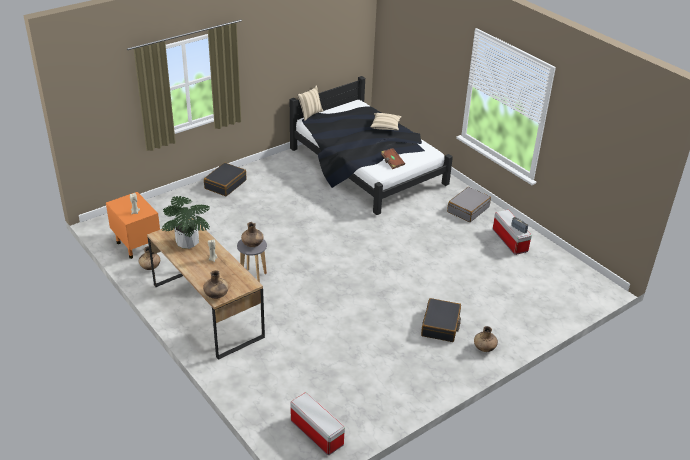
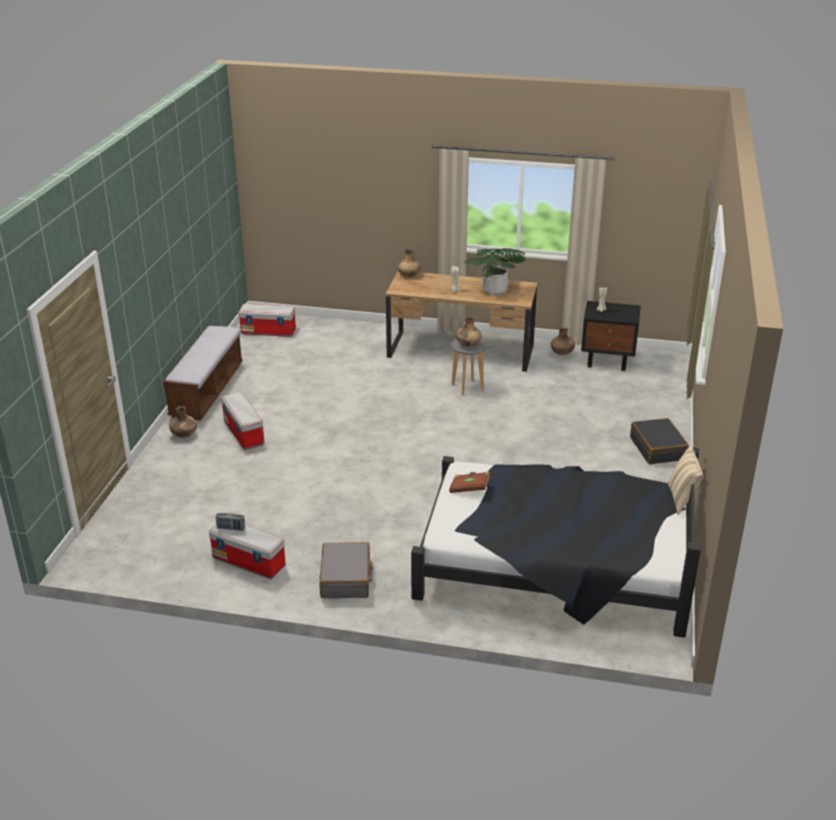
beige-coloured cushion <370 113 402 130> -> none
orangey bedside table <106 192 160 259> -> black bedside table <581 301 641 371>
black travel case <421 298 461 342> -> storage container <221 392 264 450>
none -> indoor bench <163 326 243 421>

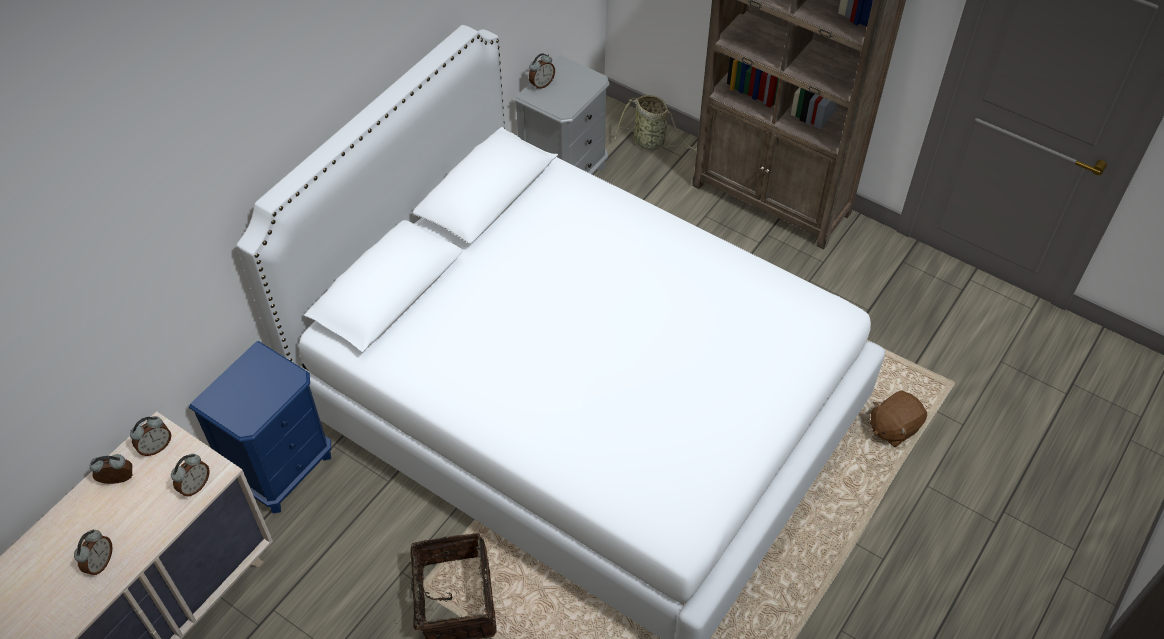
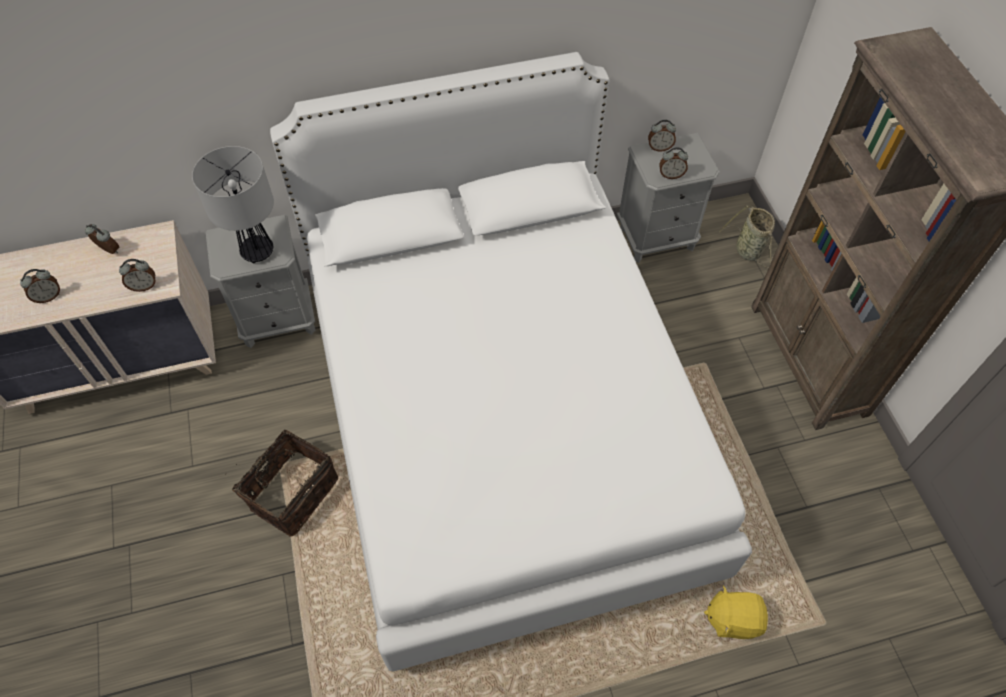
bluish bedside table <189 341 331 513> -> grey bedside table <205 215 315 348>
brownish cuddly toy <870 390 927 447> -> yellowish cuddly toy <704 586 768 639>
alarm clock <130 416 171 456> -> alarm clock <659 147 688 179>, moved
none -> tabletop lamp <192 146 274 264>

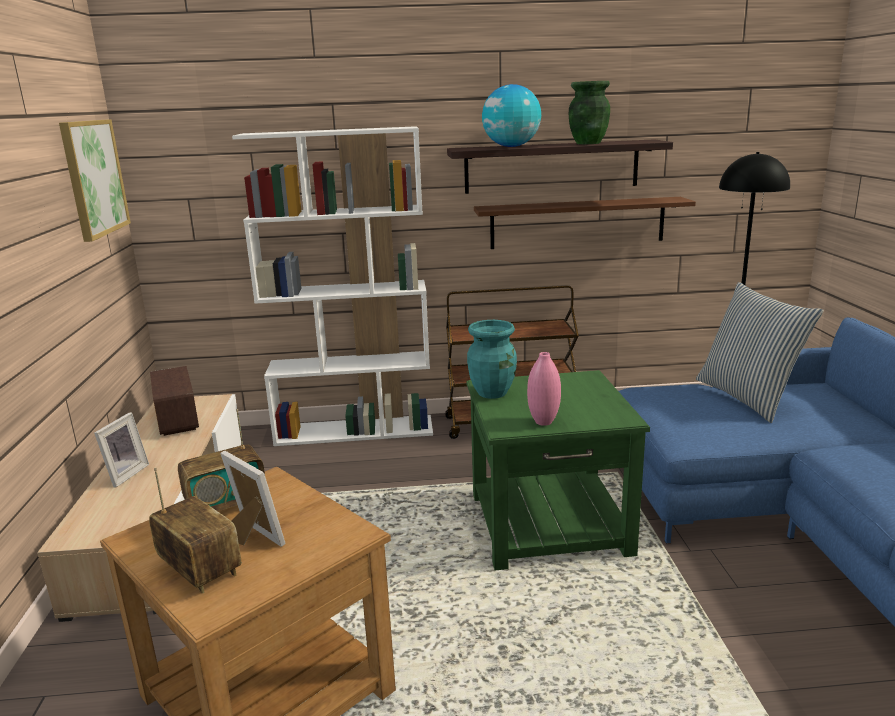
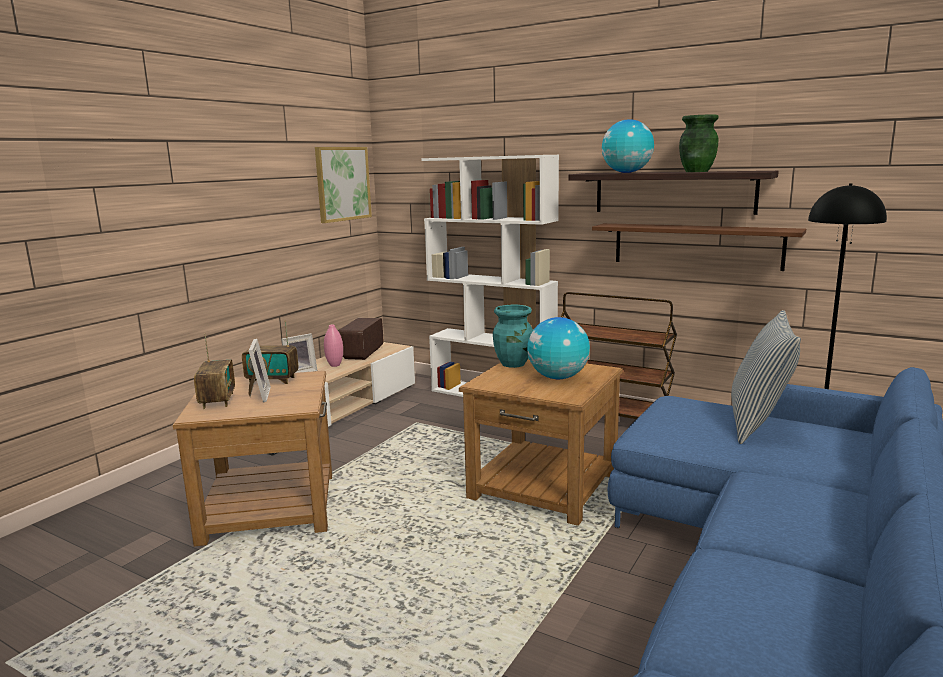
pinkish decorative vase <527 352 561 426> -> pinkish decorative vase <324 324 343 367>, moved
green accent table <467 370 650 570> -> brownish accent table <459 359 623 526>
none -> desk globe <527 317 590 379>

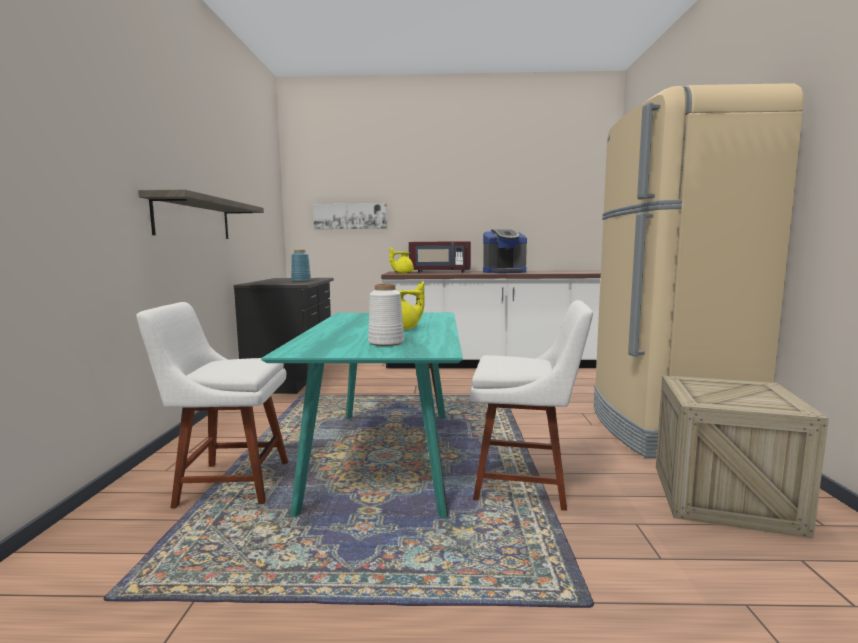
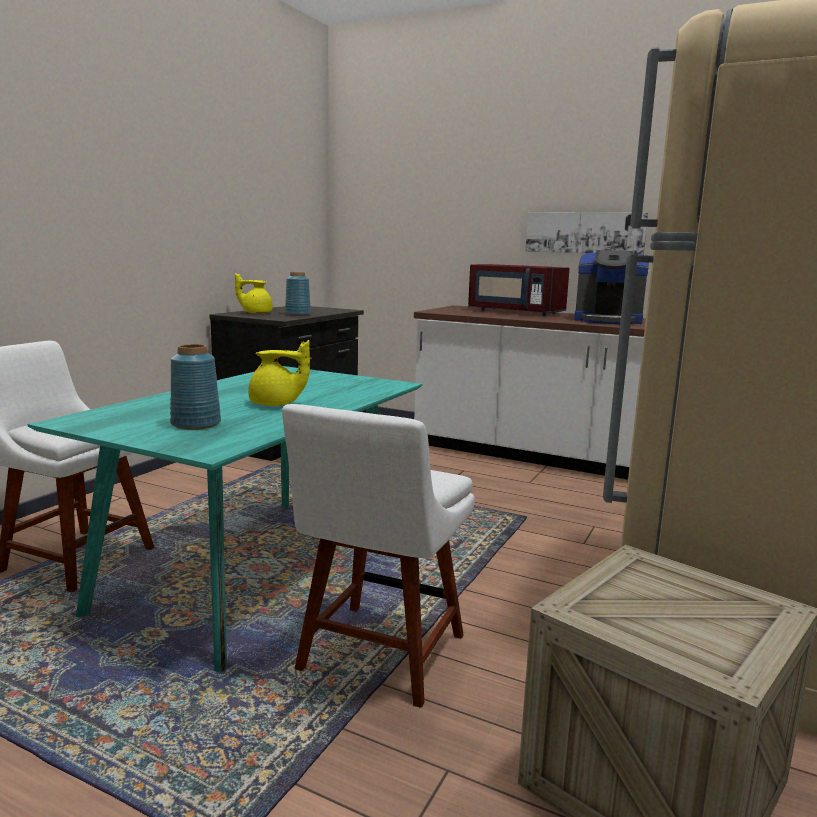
shelf <138 189 264 239> -> none
wall art <313 203 387 229> -> wall art <525 212 648 255>, moved
yellowish pot for tea <389 247 414 274> -> yellowish pot for tea <235 273 273 314>, moved
white-coloured decorative vase <368 284 404 346> -> bluish decorative vase <170 344 221 430>
white-coloured upright chair <470 300 593 511> -> white-coloured upright chair <282 404 475 708>, 75 degrees clockwise

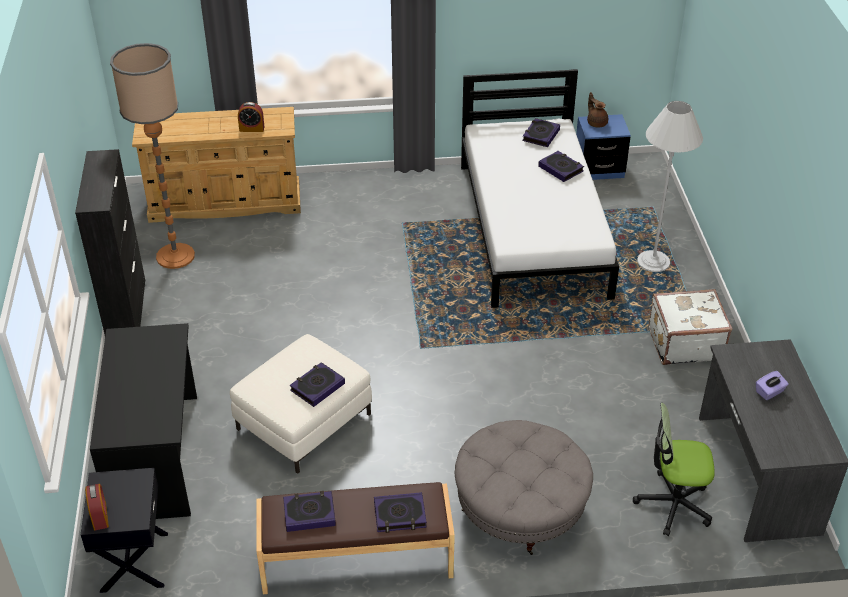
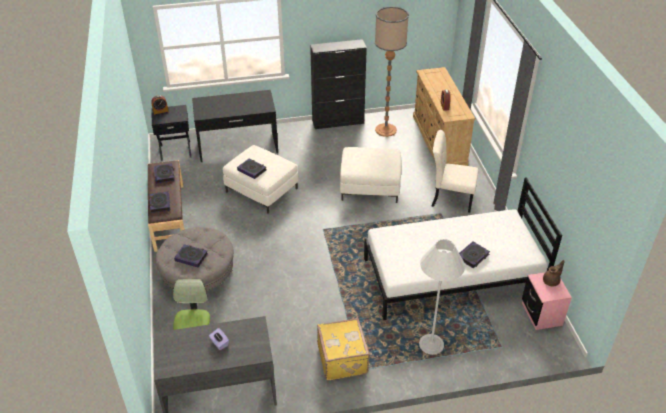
bluish bedside table <576 114 631 180> -> pinkish bedside table <522 272 572 330>
bound book <522 118 560 147> -> bound book <174 244 208 268>, moved
white-coloured travel case <649 289 732 365> -> yellowish travel case <317 318 370 381>
none -> beige-coloured upright chair <431 130 478 213>
none -> white-coloured footrest <340 147 401 203>

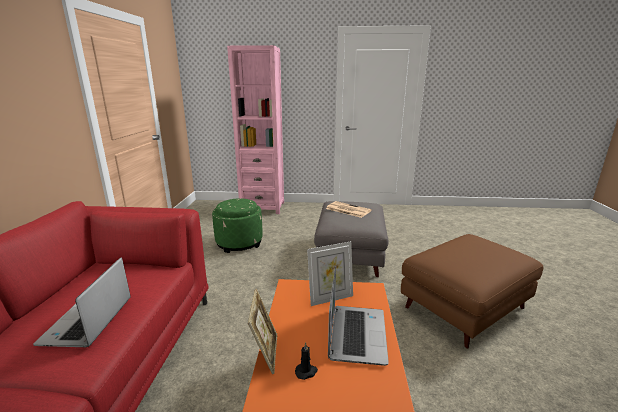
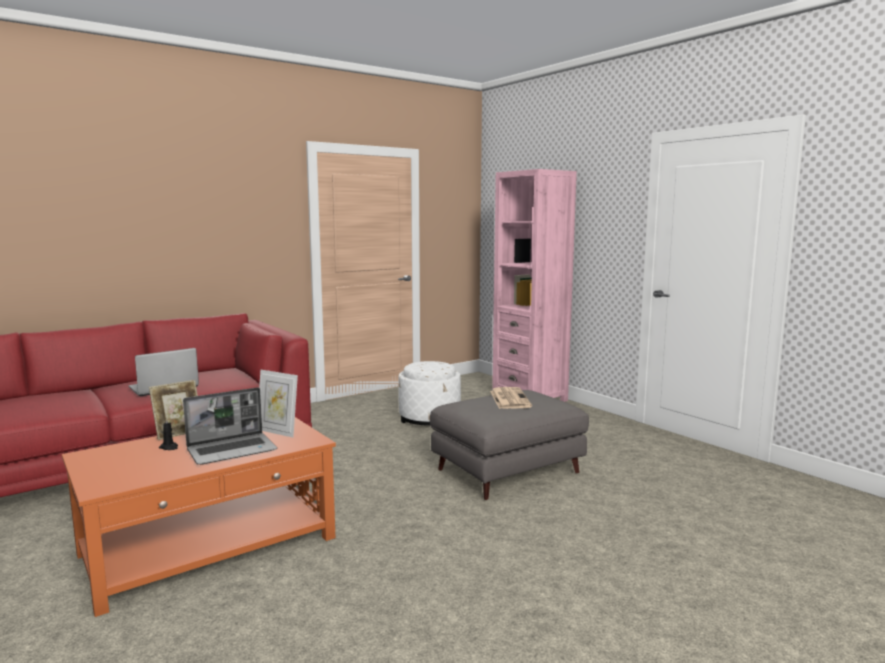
green footrest <212 198 263 253> -> white-coloured footrest <398 361 461 426>
brownish footrest <401 234 543 349> -> none

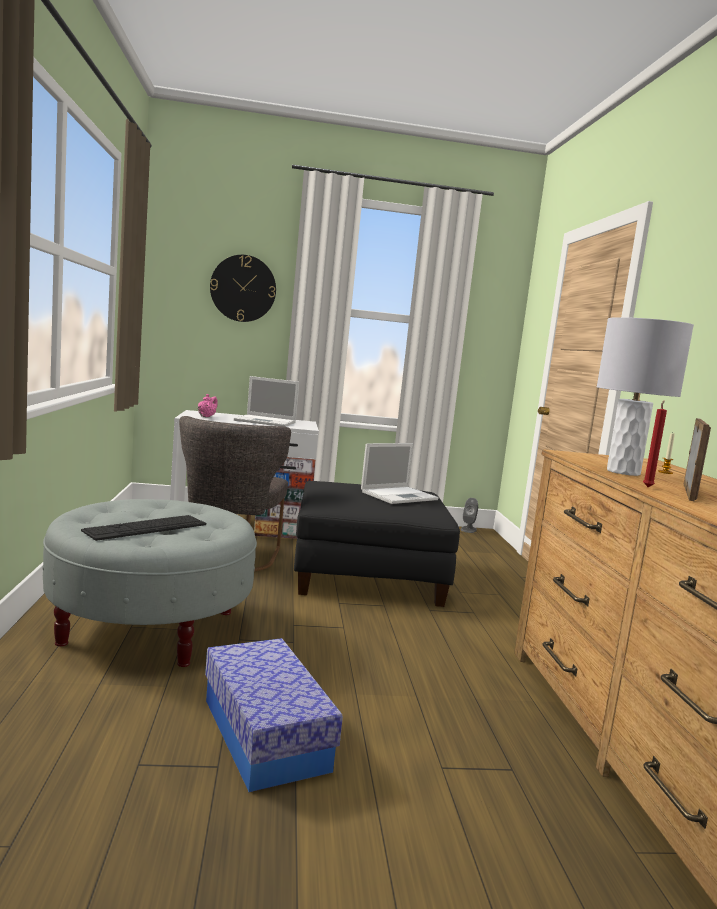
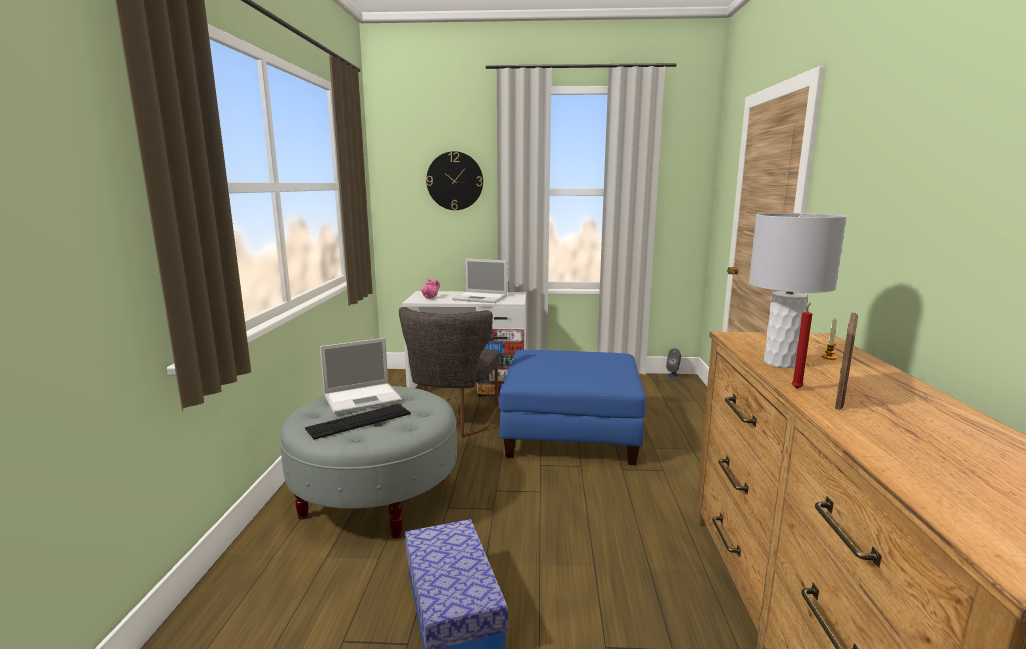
laptop <361 443 439 504> -> laptop <320 338 402 414>, moved
black footrest <294 481 460 607> -> bluish footrest <499 350 646 465>

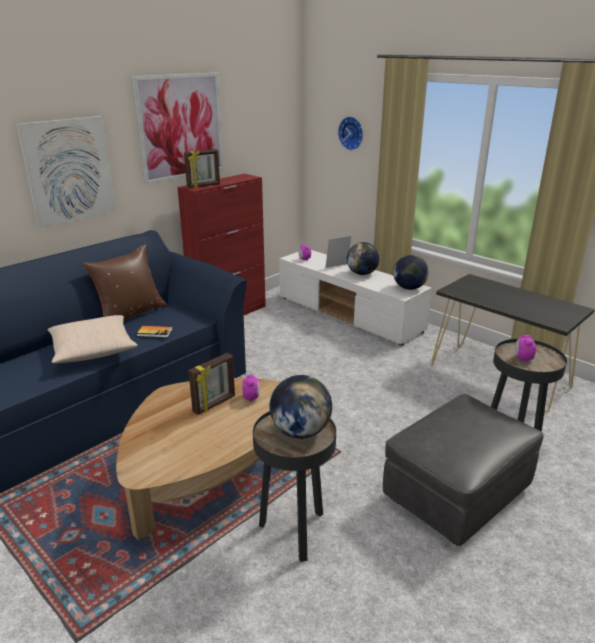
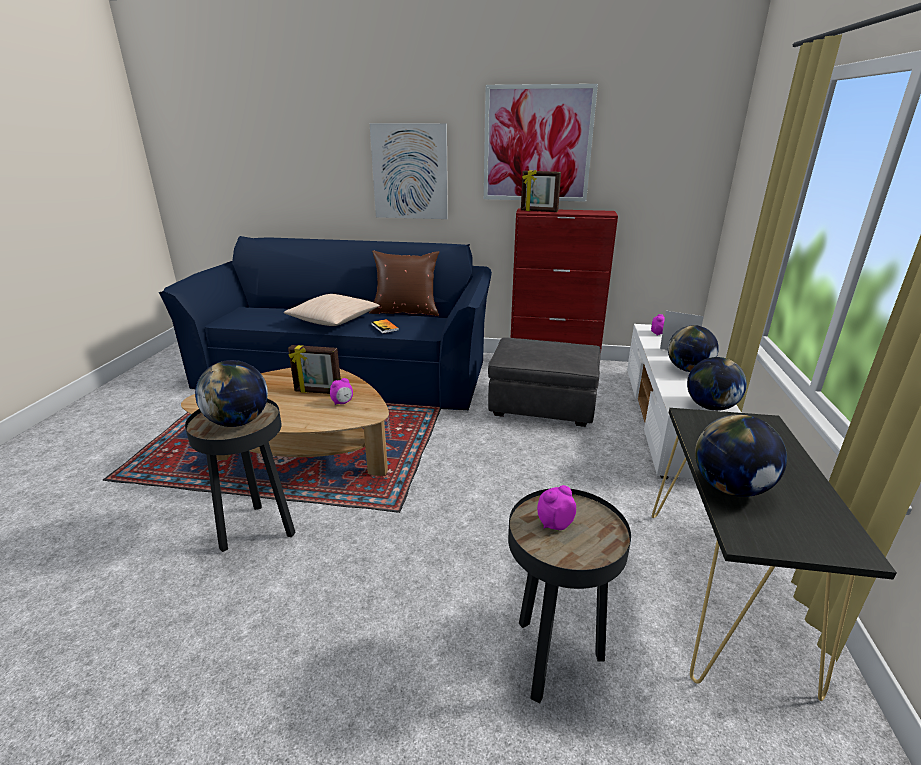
hanging clock <338 116 363 150> -> none
grey footrest <383 394 544 546> -> grey footrest <488 337 601 427>, moved
none -> desk globe <695 414 787 497>

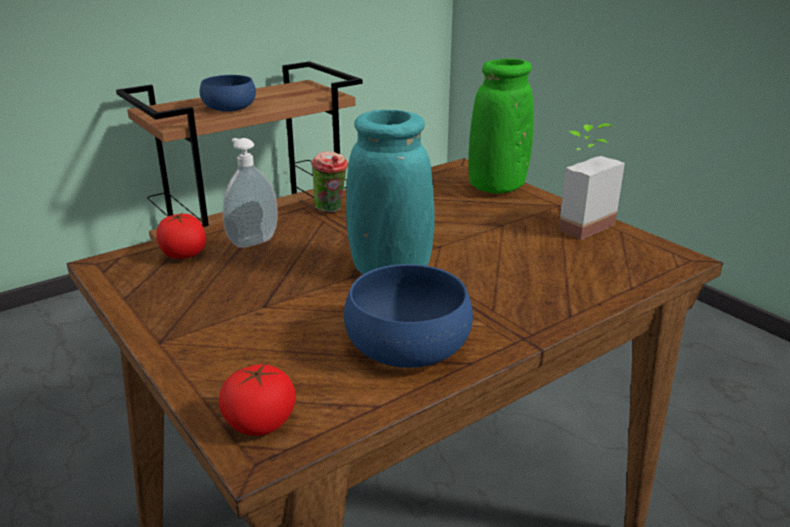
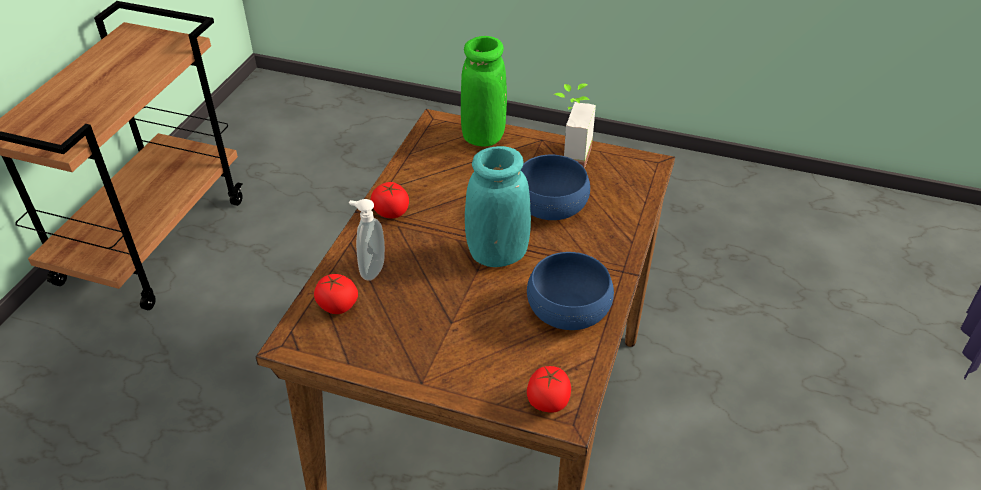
bluish bowl <200 75 256 112> -> bluish bowl <521 155 590 220>, moved
cup <311 151 348 212> -> whole tomato <371 182 409 218>

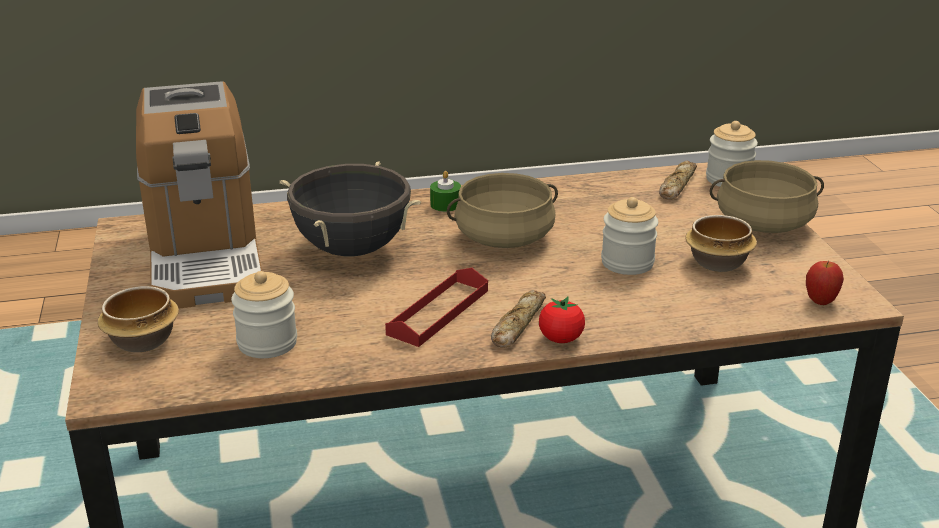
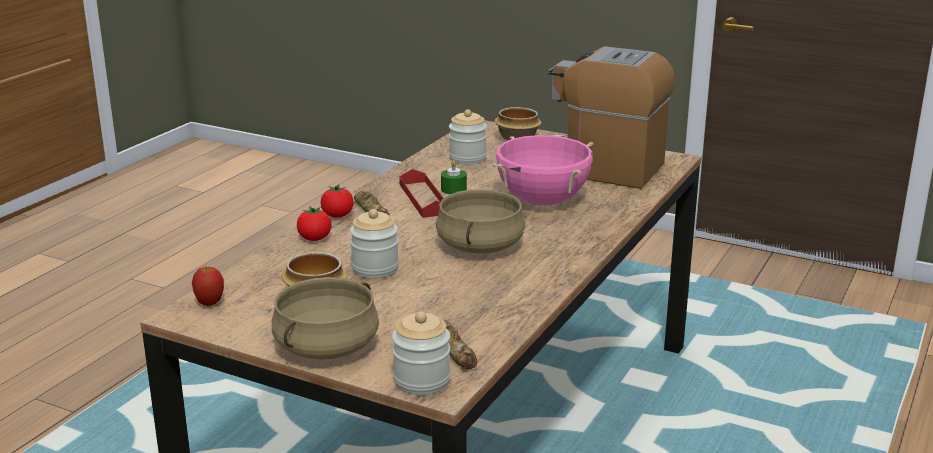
black cooking pot <280 161 421 257> -> pinkish cooking pot <493 135 593 205>
green wax candle <430 171 461 212> -> green wax candle <441 160 467 194>, moved
none -> whole tomato <297 207 331 241>

